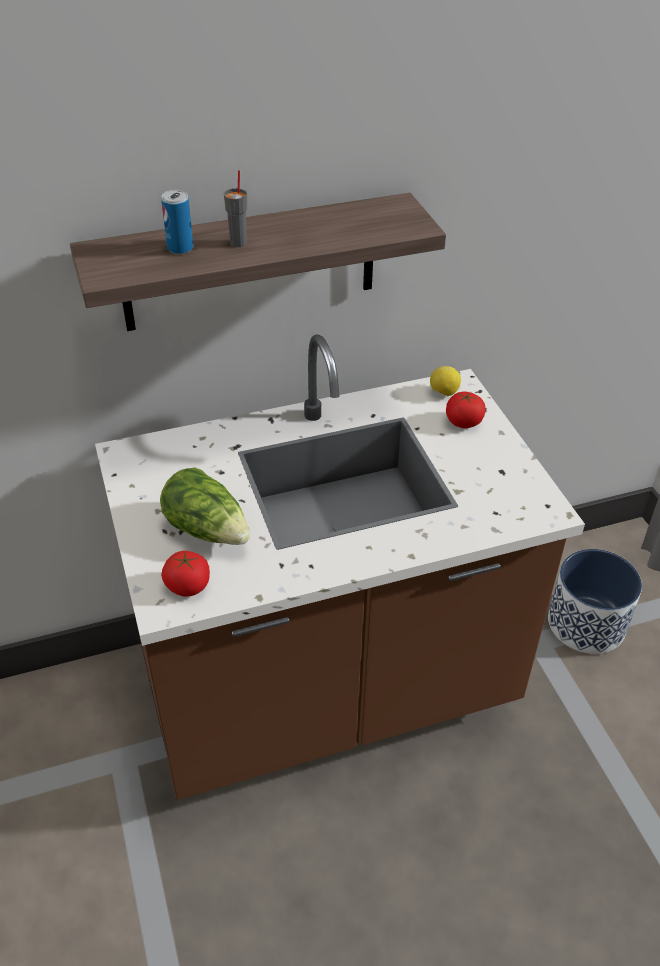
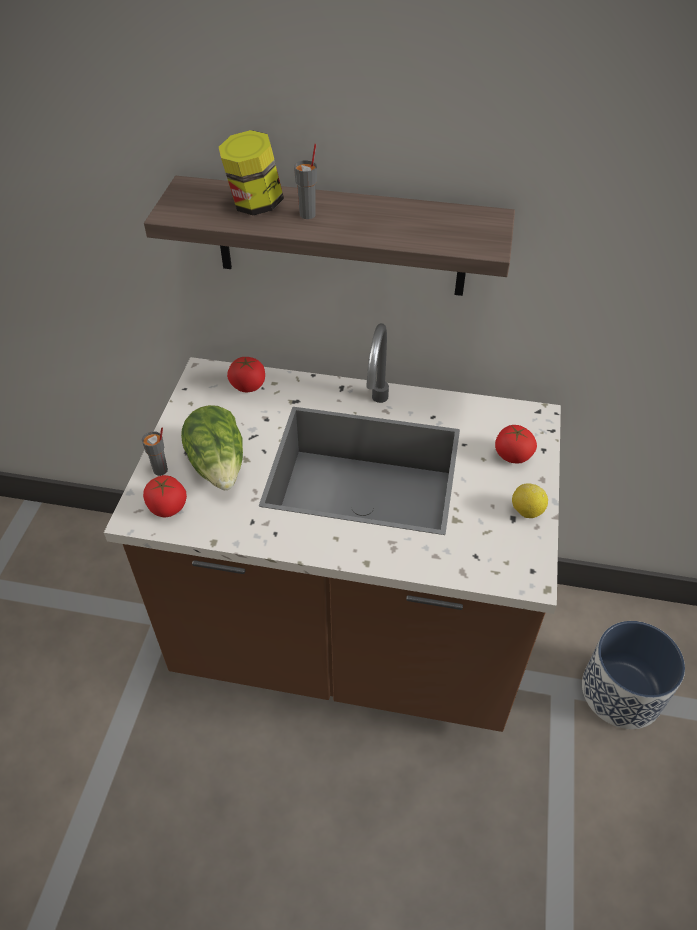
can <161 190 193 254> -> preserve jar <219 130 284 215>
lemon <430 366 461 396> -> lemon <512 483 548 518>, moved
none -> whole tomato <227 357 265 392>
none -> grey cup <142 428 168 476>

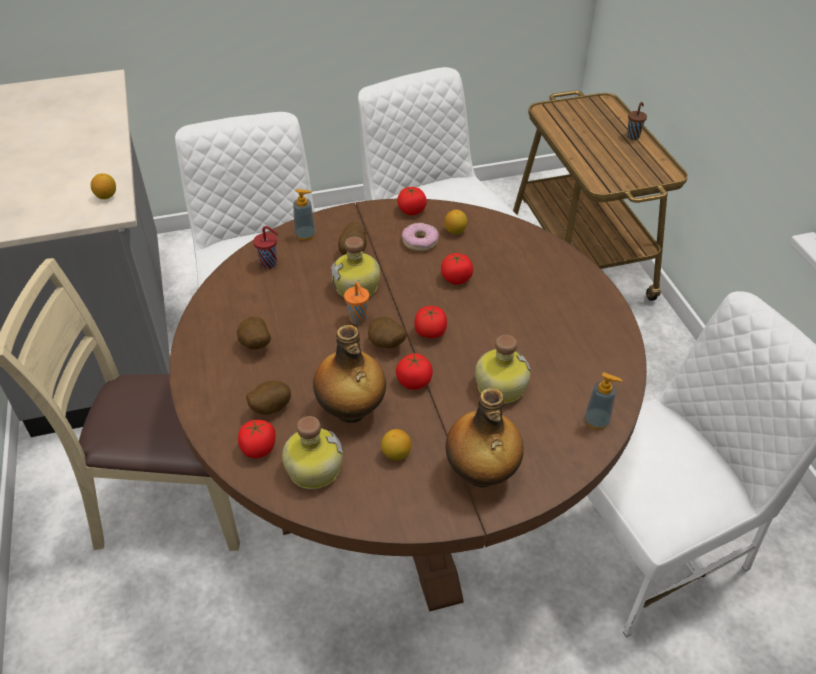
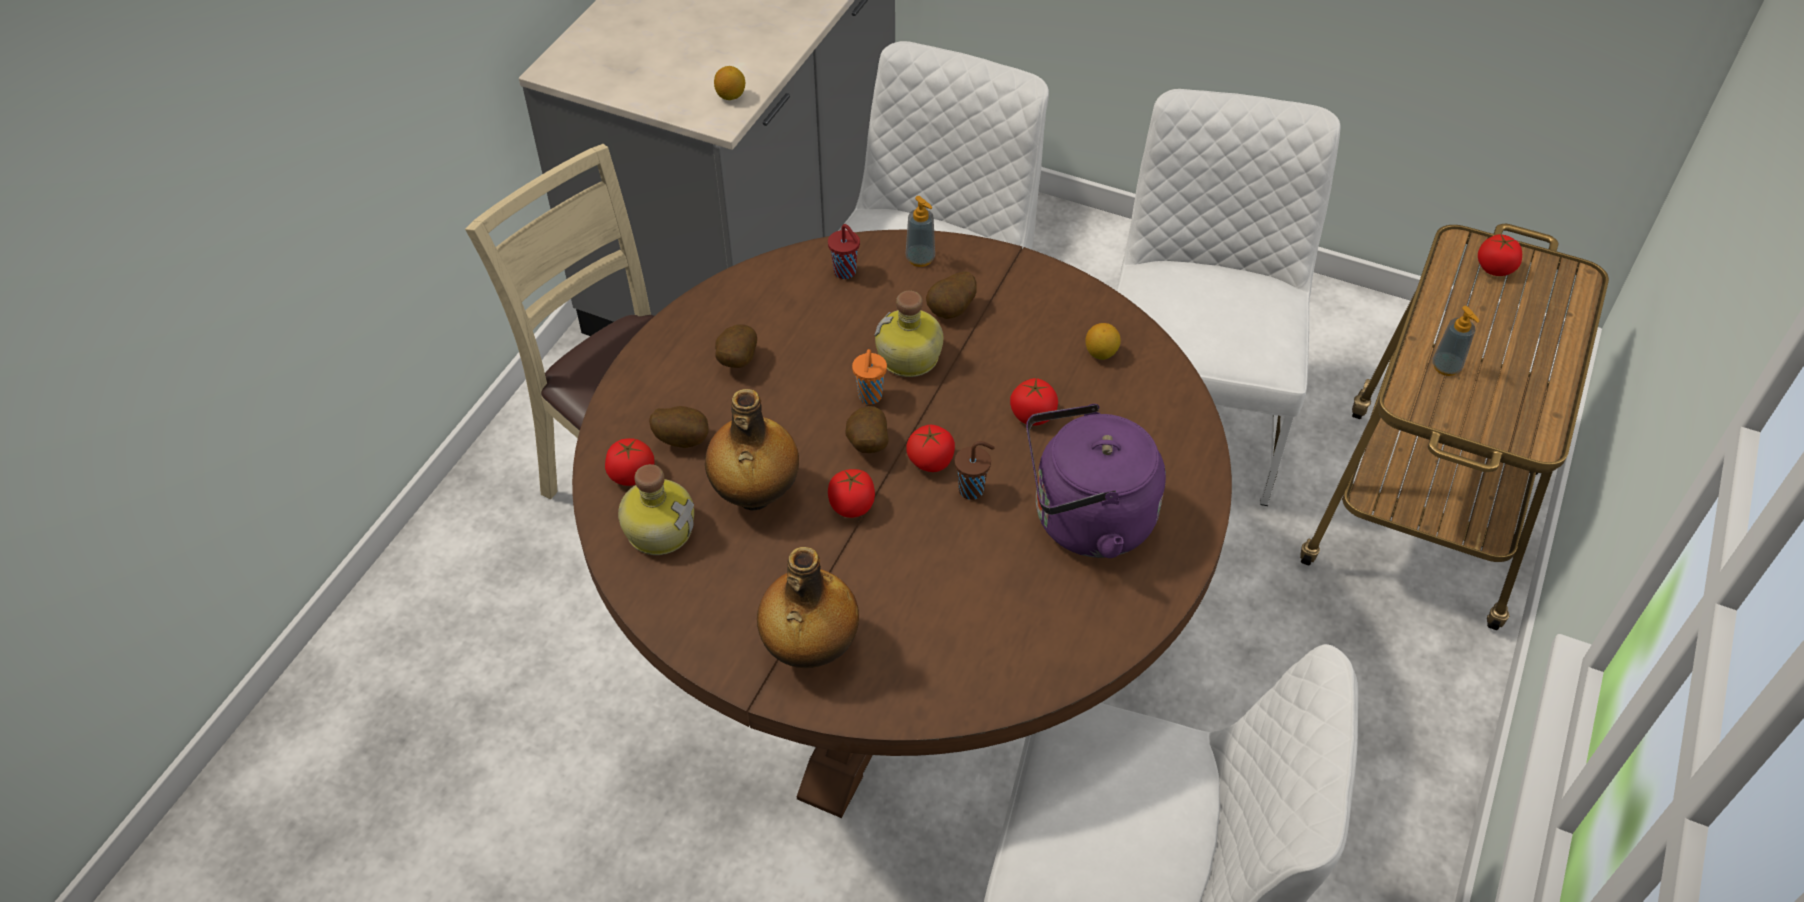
brownish cup <627 102 647 140> -> brownish cup <955 441 995 500>, moved
whole tomato <397 187 427 215> -> whole tomato <1478 234 1522 276>, moved
doughnut <402 223 439 251> -> none
drink bottle <475 335 531 404> -> none
liquid soap bottle <584 372 622 429> -> liquid soap bottle <1432 306 1479 376>, moved
lemon <381 429 412 460> -> none
none -> purple-coloured water kettle <1026 404 1166 558>

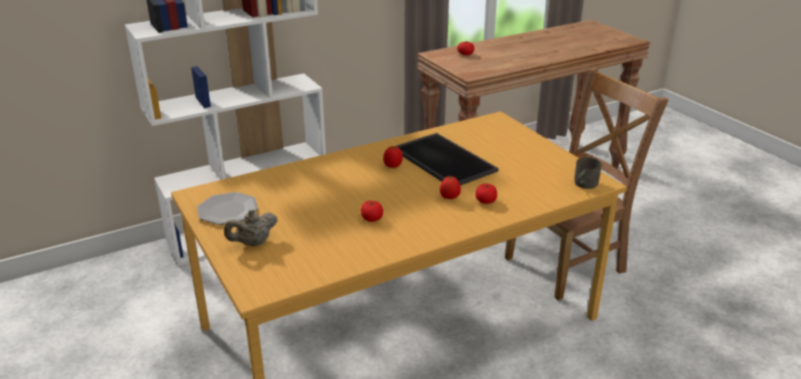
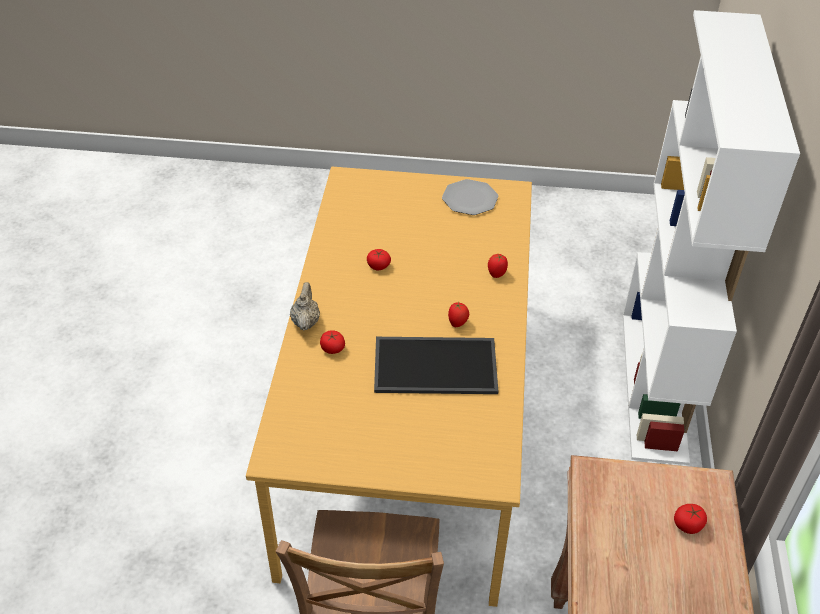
grey mug <574 157 602 189> -> none
whole tomato <440 176 461 199> -> whole tomato <488 254 508 278>, moved
beige-coloured pot for tea <224 210 278 246> -> beige-coloured pot for tea <290 282 320 331>, moved

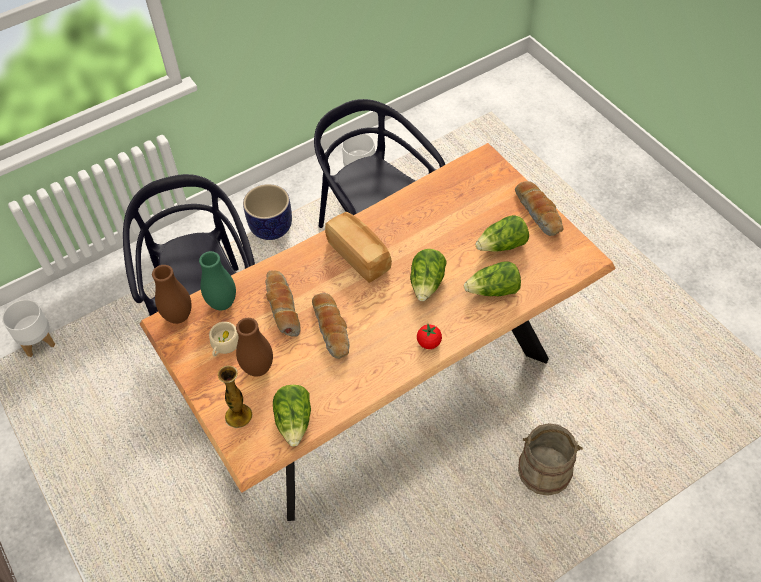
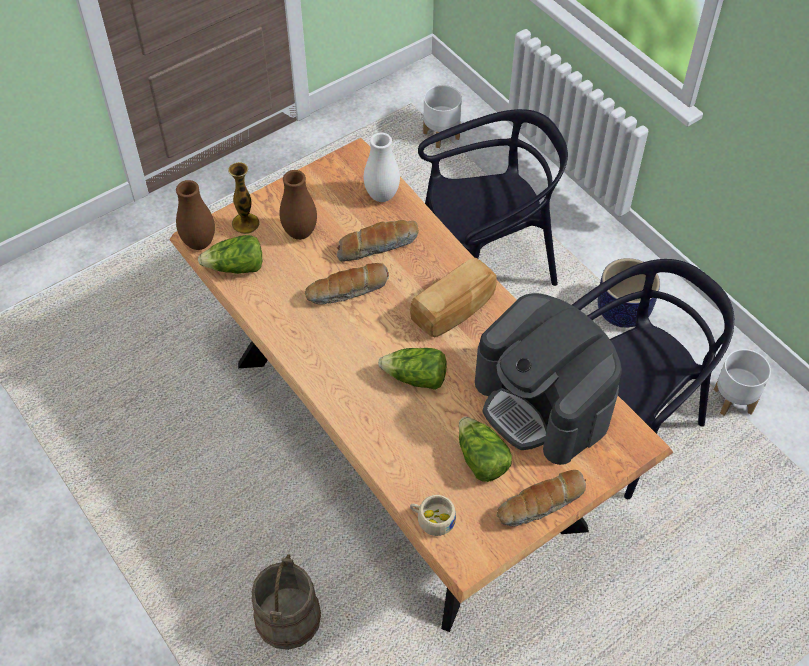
green decorative vase <199 251 236 310> -> white-coloured decorative vase <364 133 400 202>
head of lettuce <464 261 521 296> -> none
brownish decorative vase <152 265 192 324> -> brownish decorative vase <176 180 215 250>, moved
beige-coloured cup <209 322 238 357> -> beige-coloured cup <410 495 456 536>, moved
whole tomato <417 324 442 349> -> none
none -> coffee maker <475 293 622 465>

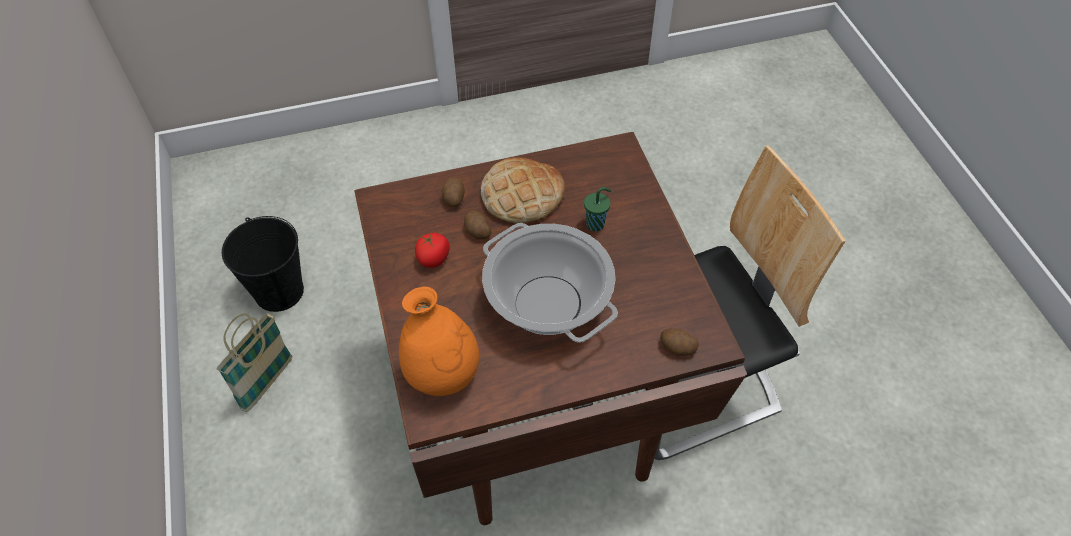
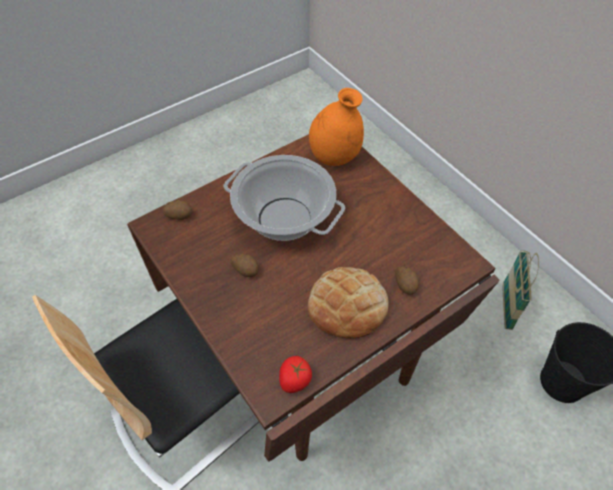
green cup <584 187 611 231> -> none
potato <464 210 492 239> -> potato <230 253 259 277>, moved
whole tomato <415 233 450 268> -> whole tomato <279 356 312 393>, moved

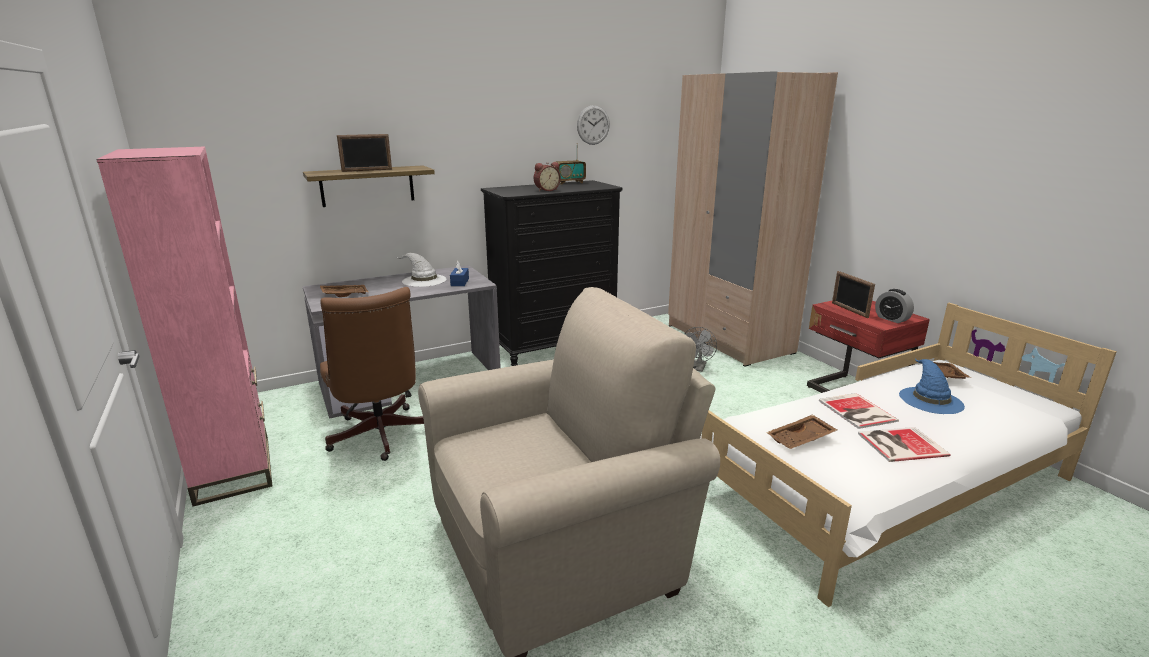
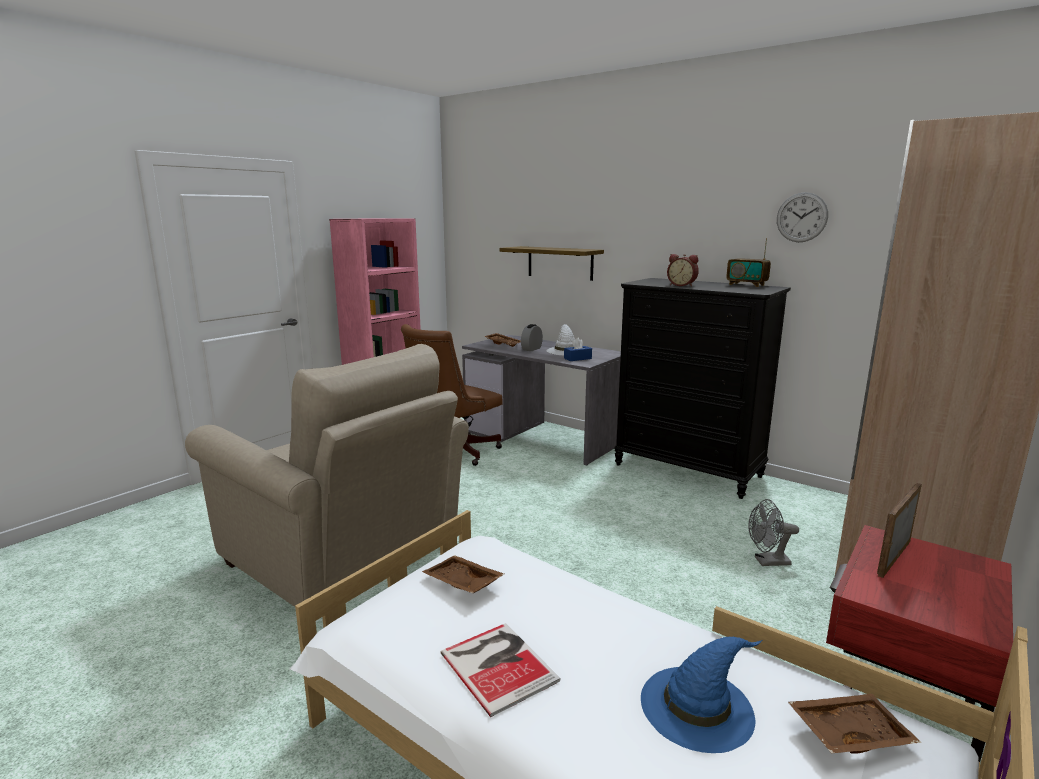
photo frame <337 134 392 172> -> none
alarm clock <875 289 914 323> -> alarm clock <521 324 543 351>, moved
bound book <819 393 899 429> -> none

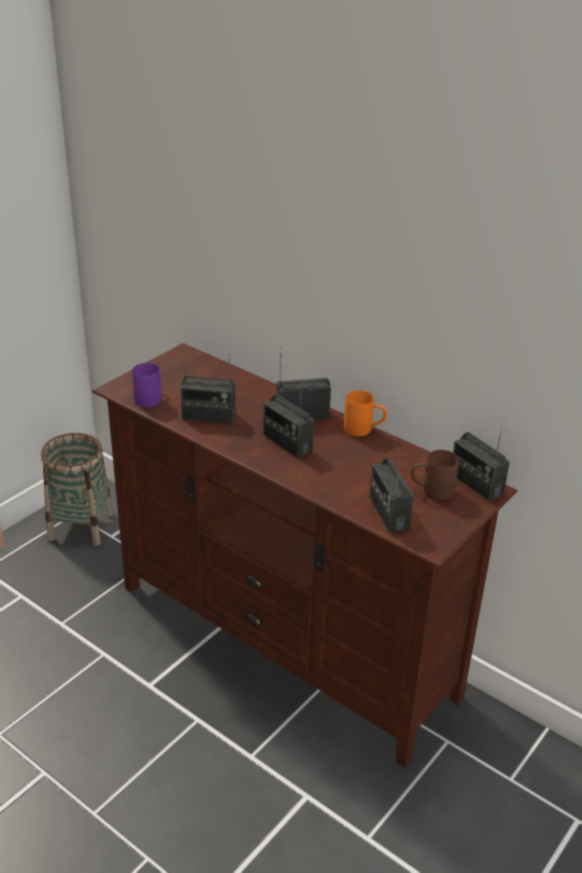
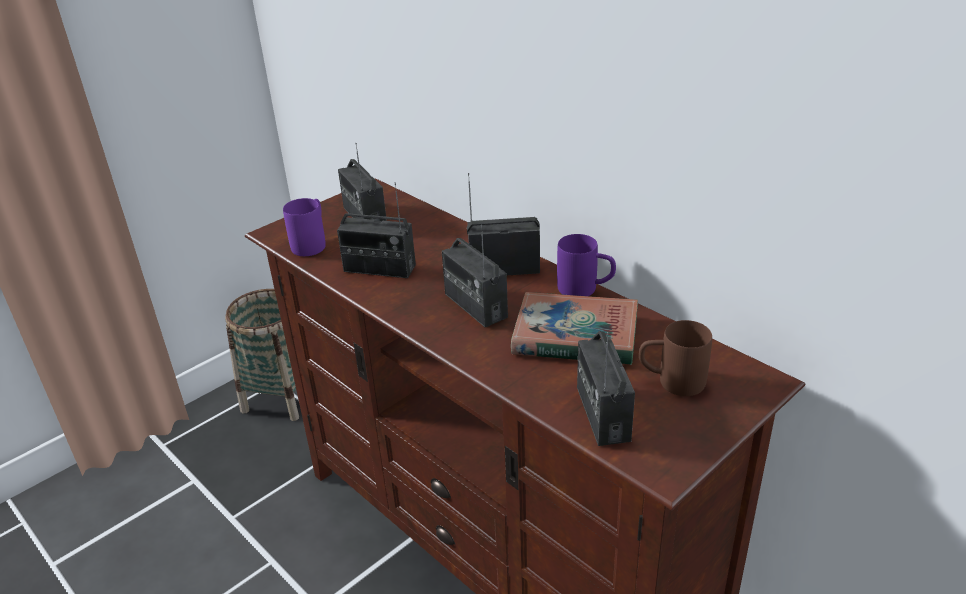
orangey mug <344 390 387 436> -> purple-coloured mug <557 234 616 296>
radio <453 427 510 501> -> radio <338 143 387 221>, moved
none -> bound book <511 292 638 365>

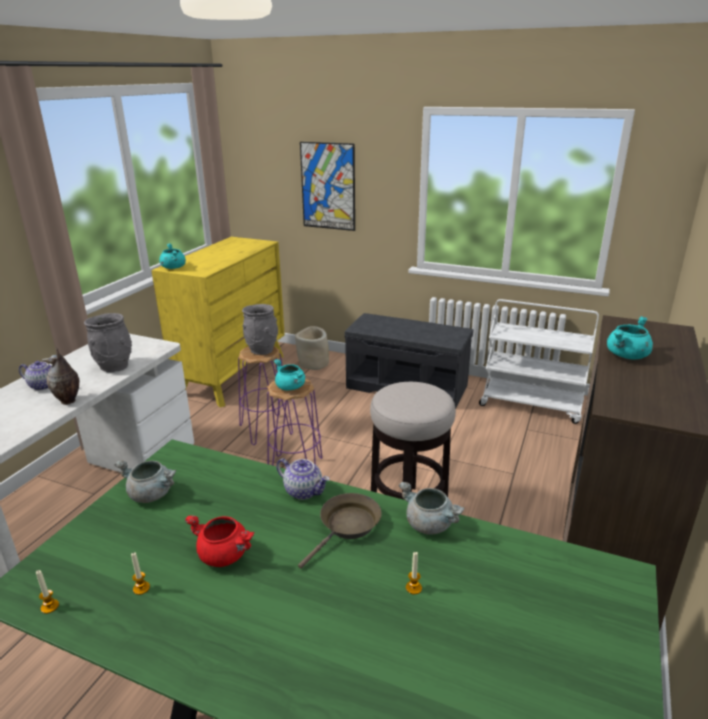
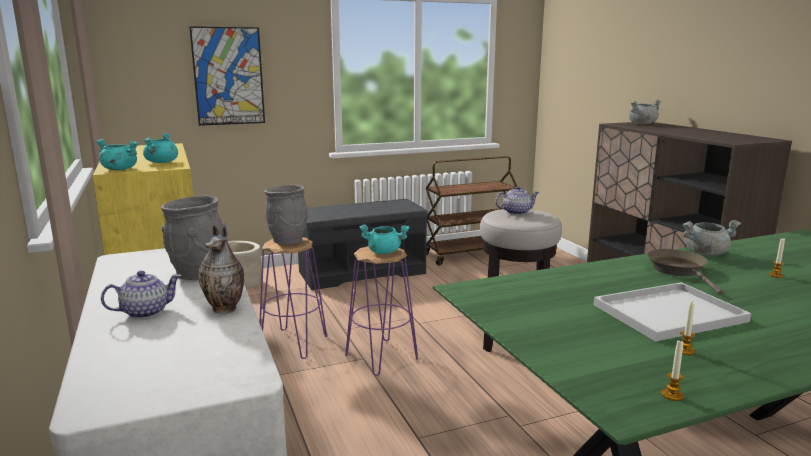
white-coloured cart <479 299 599 424> -> brownish cart <426 156 517 266>
turquoise-coloured cooking pot <607 316 653 359> -> turquoise-coloured cooking pot <143 133 178 163>, moved
pot for tea <276 458 330 500> -> pot for tea <495 186 540 215>, moved
grey cooking pot <115 460 176 503> -> grey cooking pot <628 100 661 125>, moved
red cooking pot <184 515 254 567> -> white-coloured serving tray <594 282 751 342>

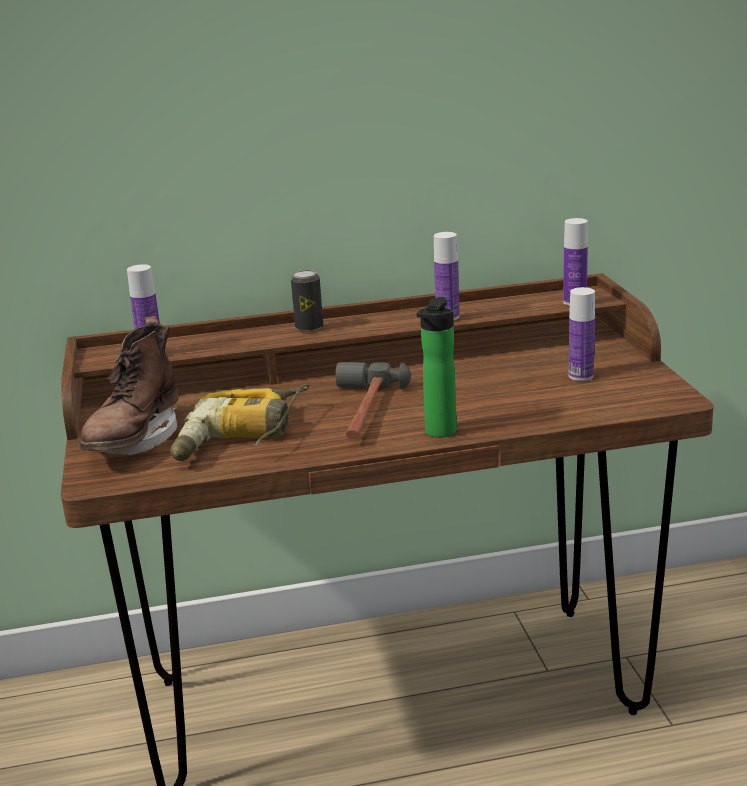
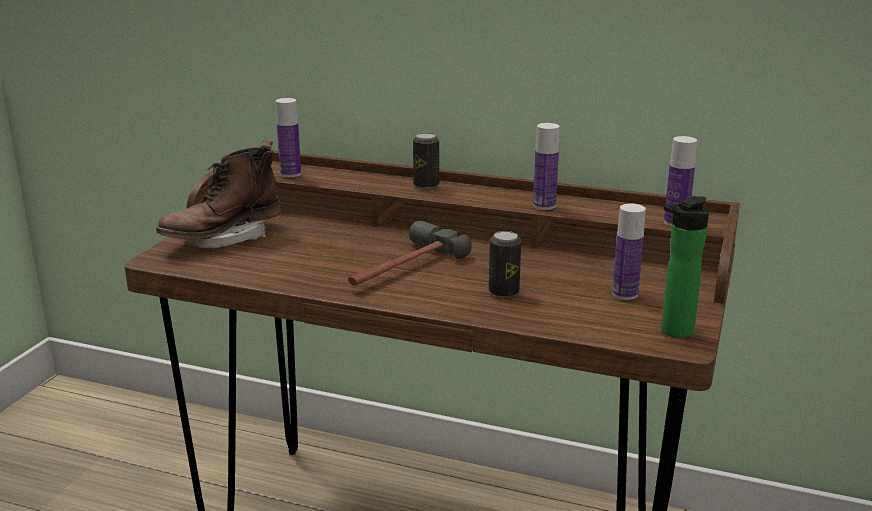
drink bottle <416 297 457 438> -> drink bottle <661 196 709 338>, moved
drill <170 384 309 461> -> none
none -> can <489 231 521 298>

